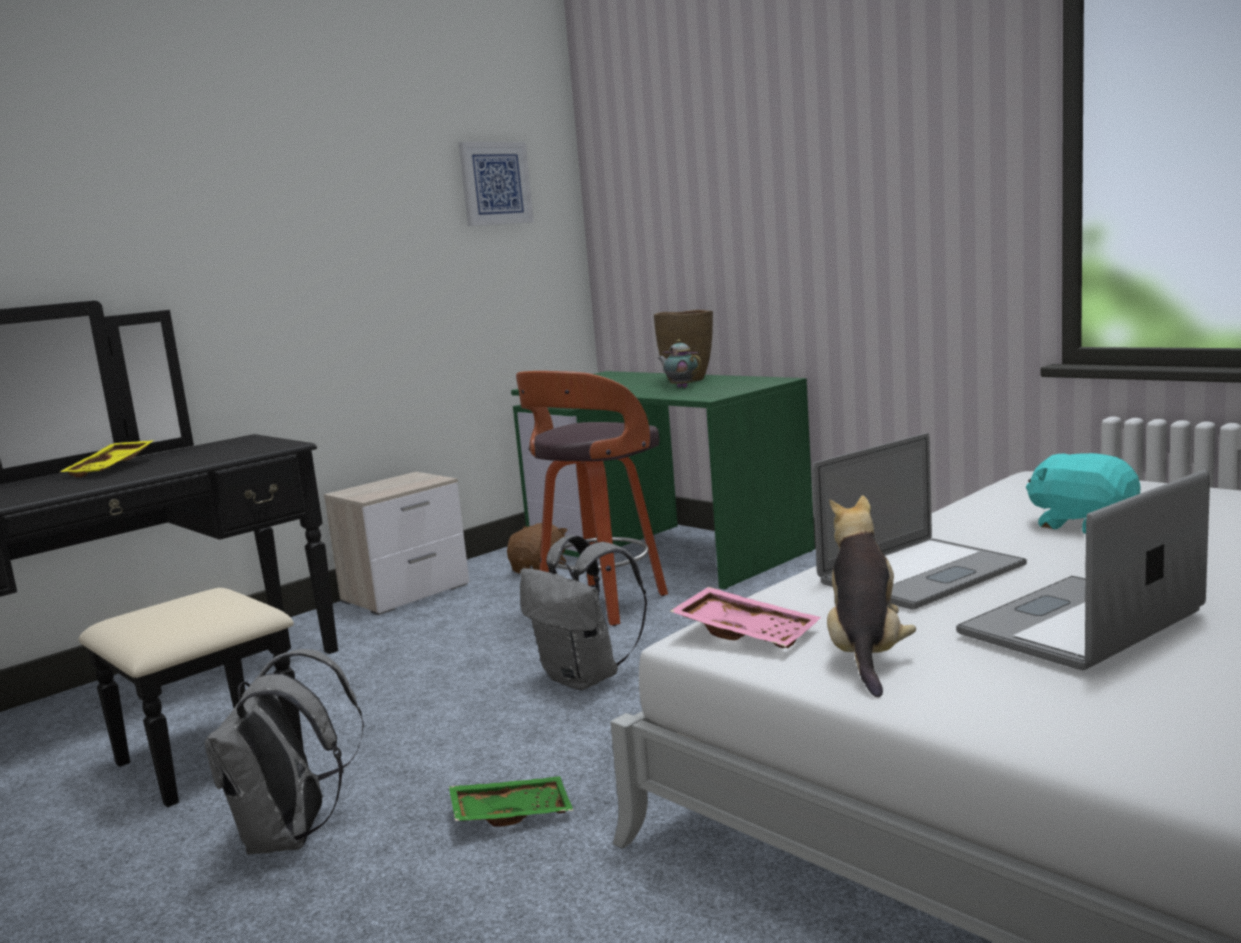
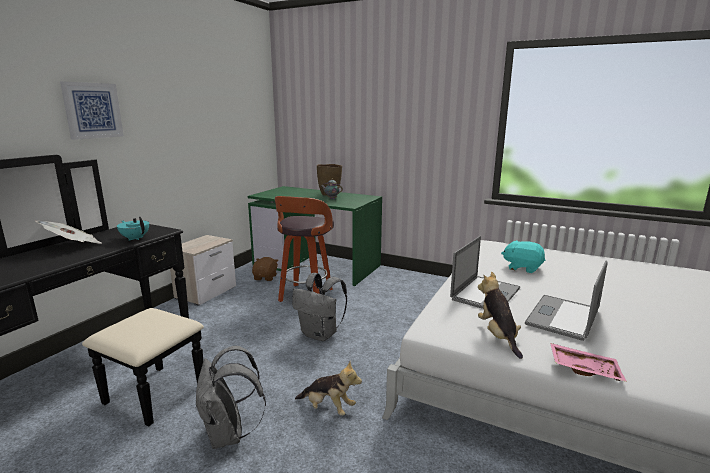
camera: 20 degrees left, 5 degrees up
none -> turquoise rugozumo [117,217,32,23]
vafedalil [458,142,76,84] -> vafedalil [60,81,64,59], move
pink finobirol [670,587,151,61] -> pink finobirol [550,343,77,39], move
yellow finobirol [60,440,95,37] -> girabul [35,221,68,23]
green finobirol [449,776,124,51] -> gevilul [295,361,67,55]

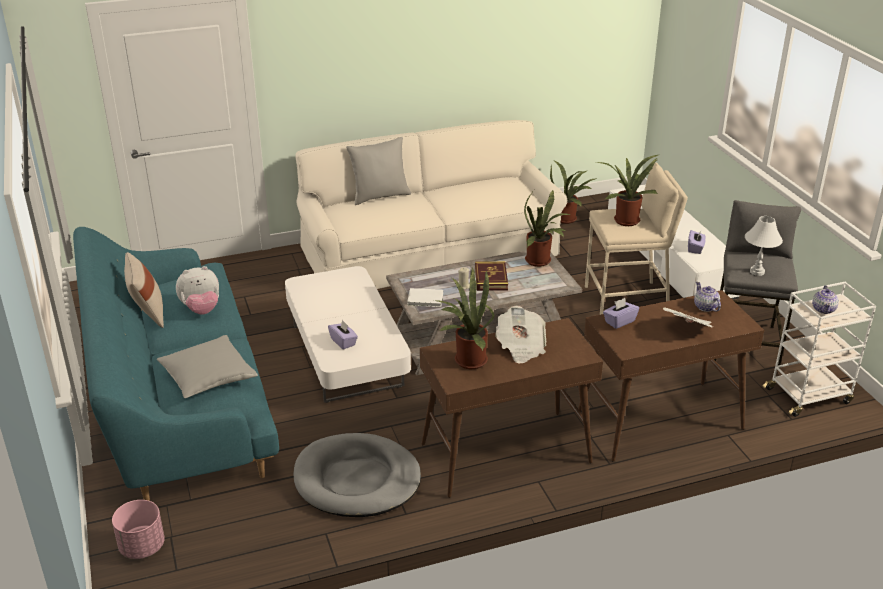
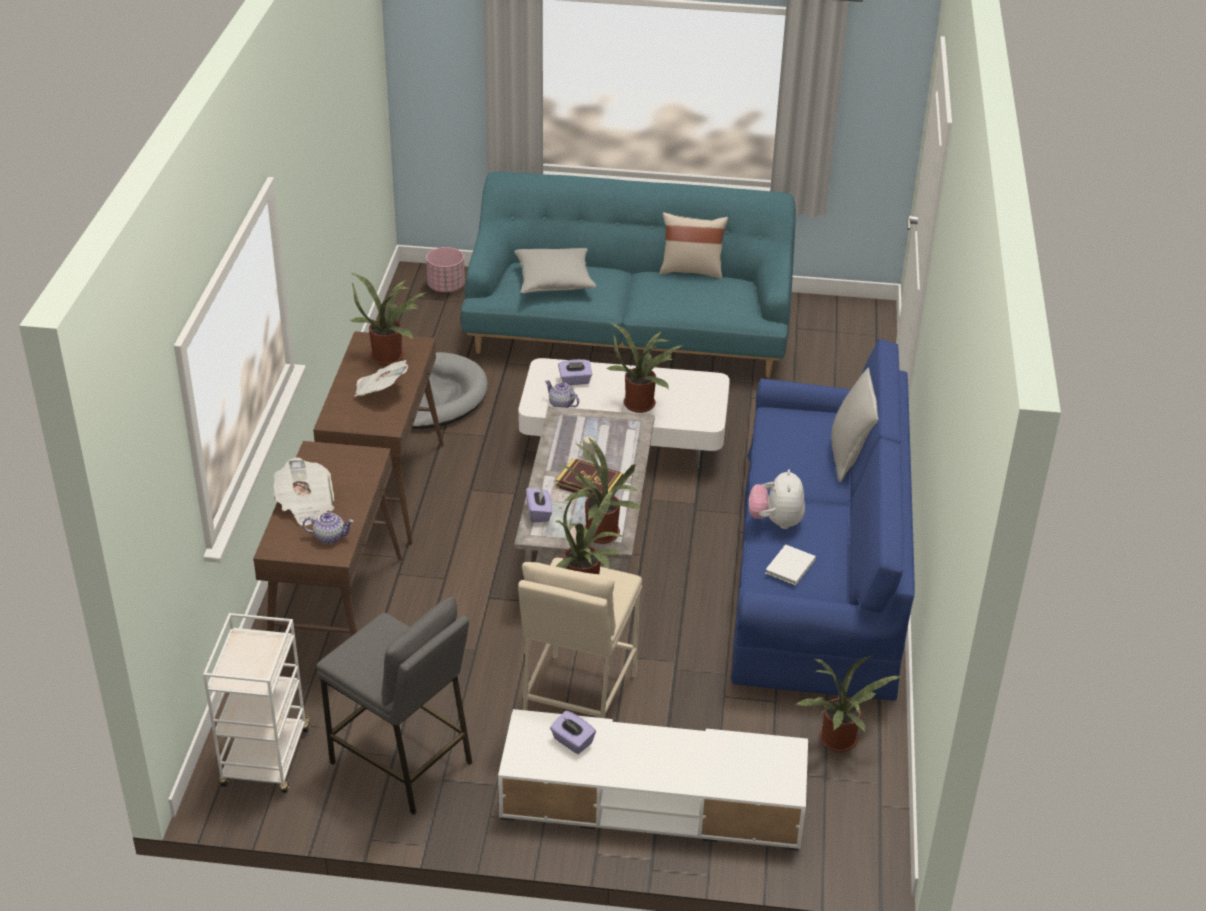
camera: 115 degrees right, 5 degrees up
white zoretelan [745,216,38,60] -> none
none -> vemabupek [606,323,77,90]
gevilul [176,266,43,49] -> gevilul [749,469,56,60], move
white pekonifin [407,288,36,19] -> white pekonifin [765,544,51,42], move
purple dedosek [603,298,36,31] -> purple dedosek [526,486,26,37], move
rugozumo [812,285,27,29] -> rugozumo [545,380,34,28], move
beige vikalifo [295,120,272,169] -> blue vikalifo [731,339,184,361]

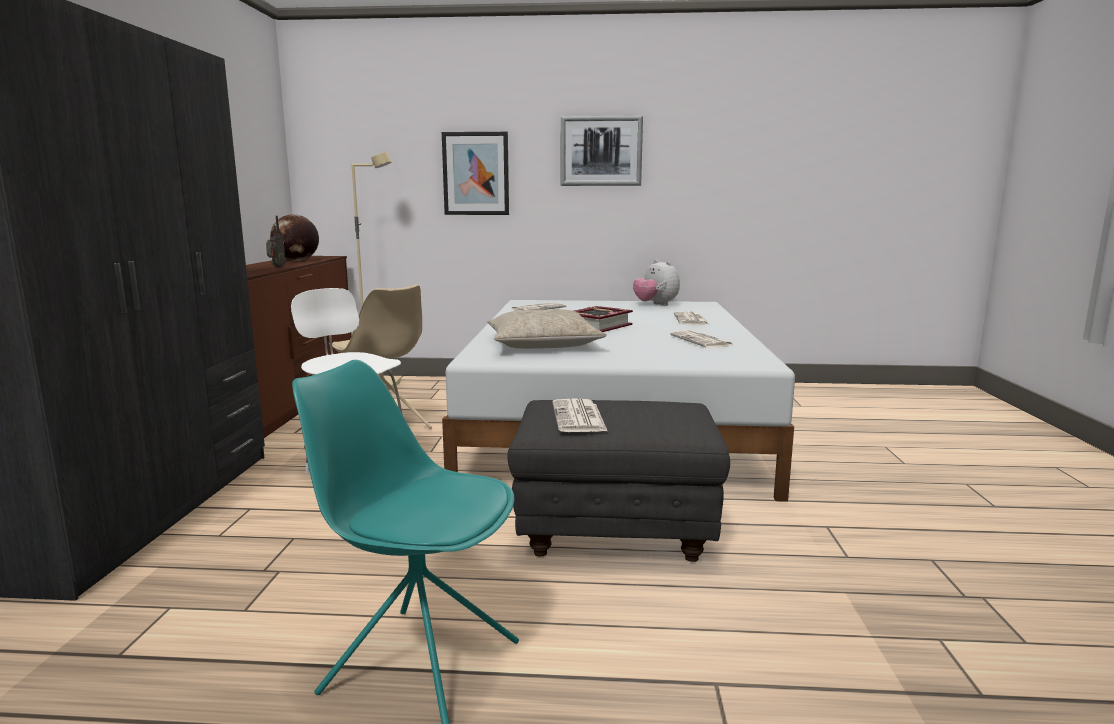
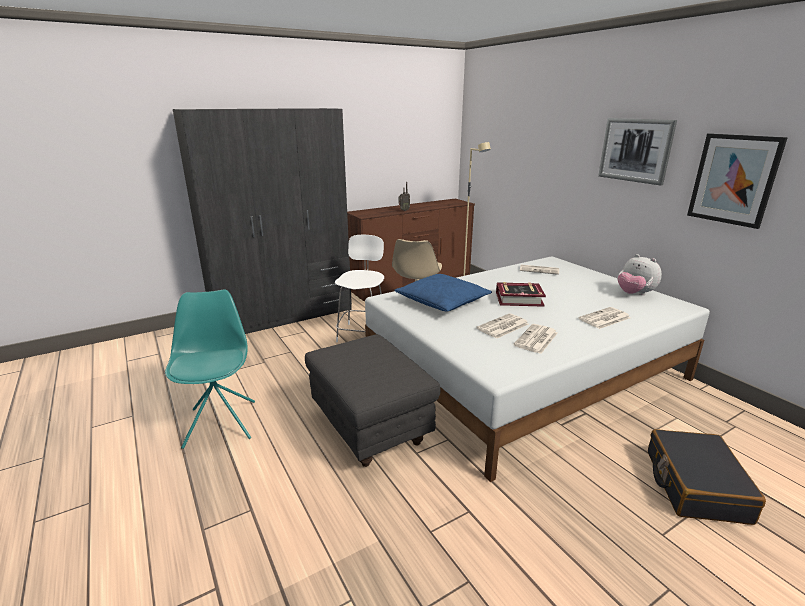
camera: 55 degrees right, 10 degrees up
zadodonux [270,214,49,47] -> none
none -> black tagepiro [648,429,118,96]
vafedalil [442,132,67,83] -> vafedalil [687,133,101,96], move
girabul [552,399,55,33] -> girabul [476,313,53,25], move
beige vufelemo [487,309,120,40] -> blue vufelemo [394,274,98,38]
gevilul [633,260,47,46] -> gevilul [618,254,44,41], 60 degrees counterclockwise

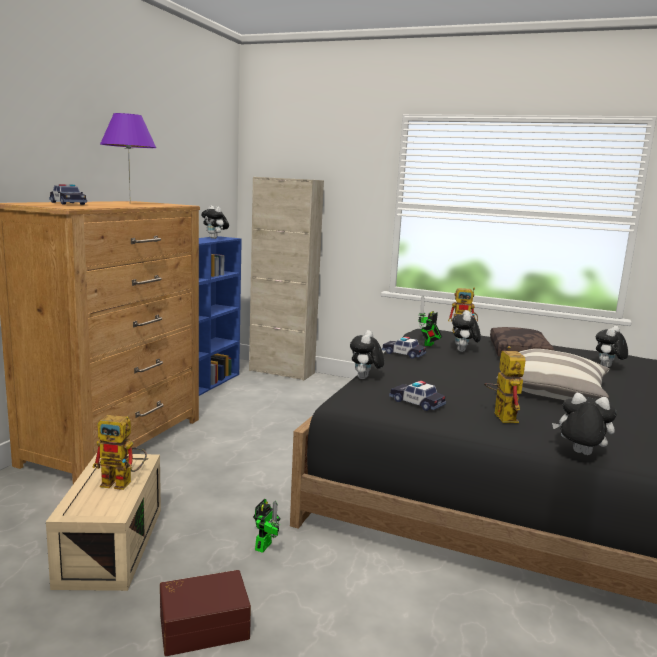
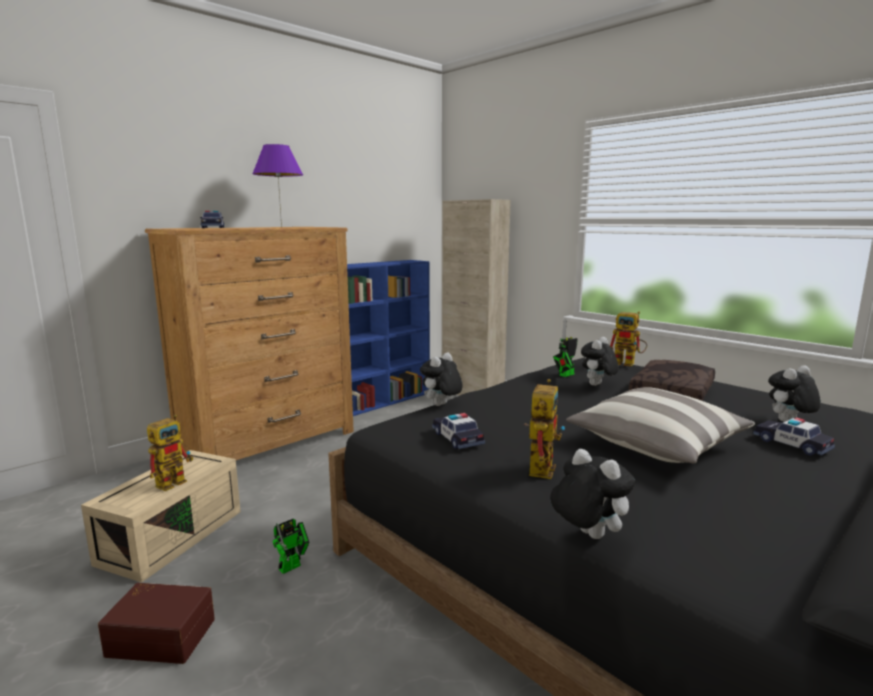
camera: 25 degrees right, 0 degrees up
gevilul [201,206,28,33] -> none
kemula [382,337,44,22] -> kemula [753,418,82,38], move
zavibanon [92,415,55,75] -> zavibanon [147,414,46,77], 90 degrees counterclockwise

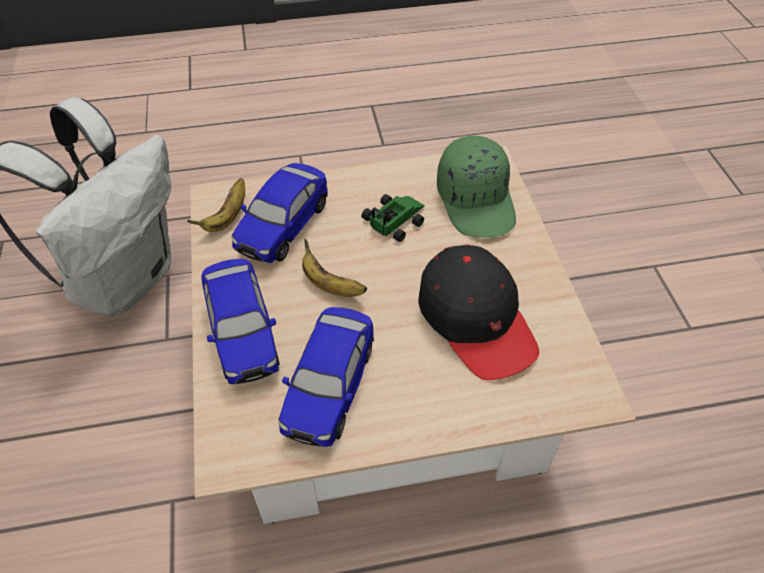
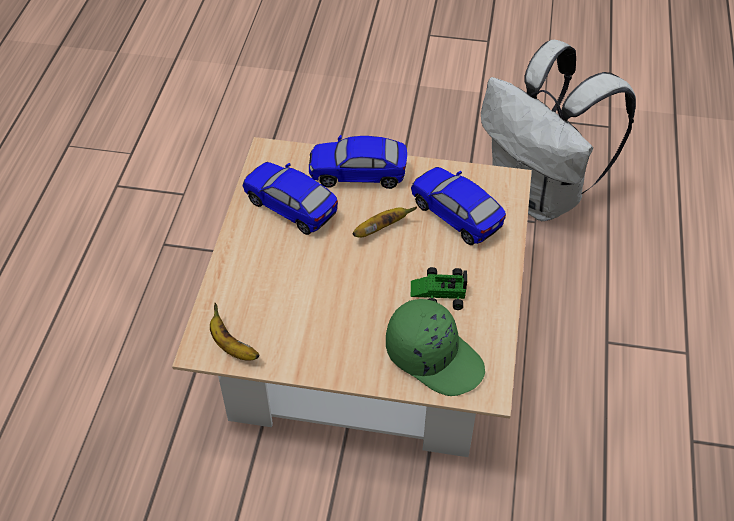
camera: 110 degrees right, 0 degrees up
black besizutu [418,244,121,136] -> none
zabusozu [187,178,58,54] -> zabusozu [210,303,50,58], move
kemula [361,194,64,48] -> kemula [411,267,56,43], 120 degrees clockwise
green besizutu [437,136,79,102] -> green besizutu [386,299,99,97], 150 degrees counterclockwise

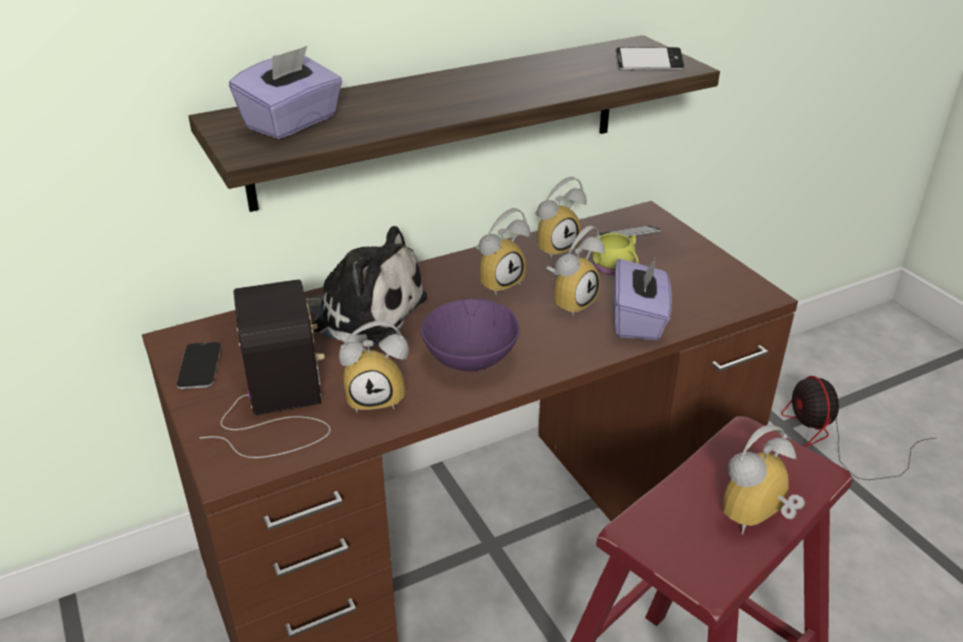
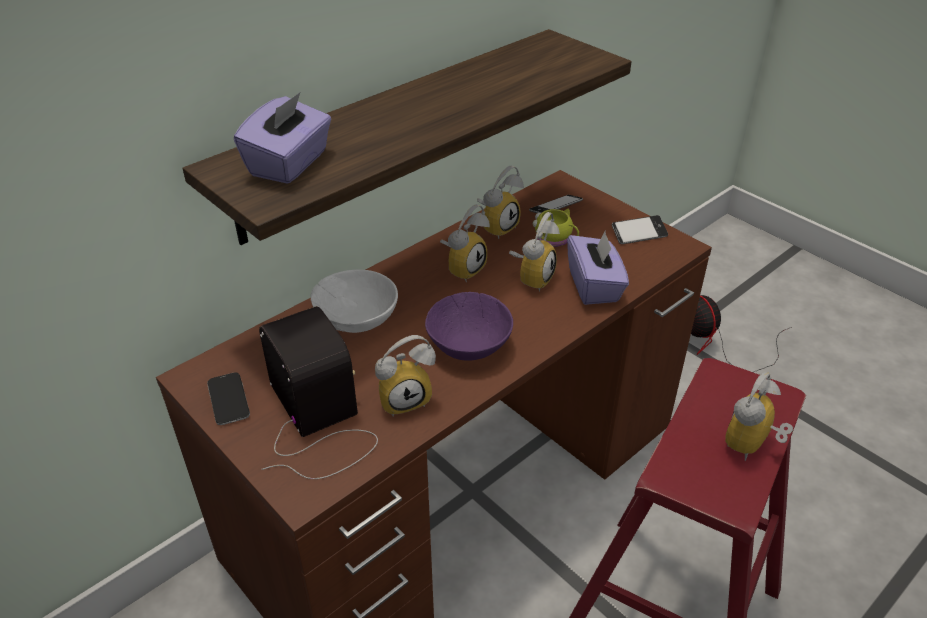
camera: 15 degrees left, 5 degrees up
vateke [616,47,68,24] -> vateke [612,215,56,29], move
gevilul [305,226,122,120] -> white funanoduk [311,270,87,63]

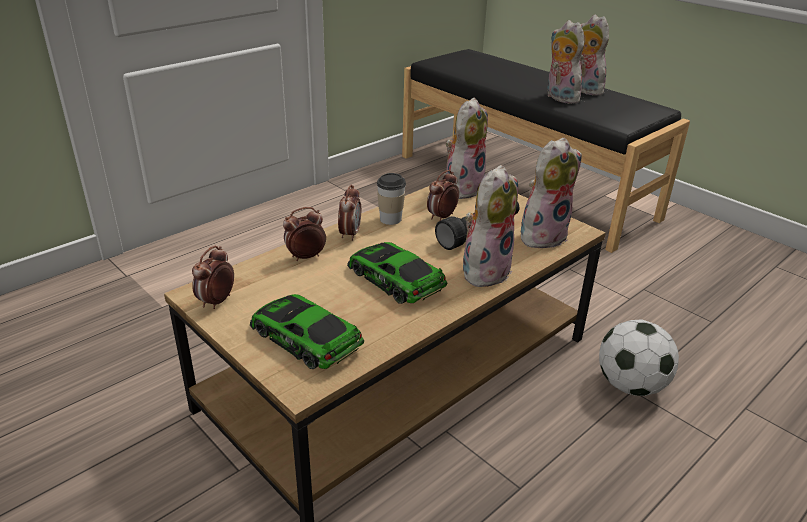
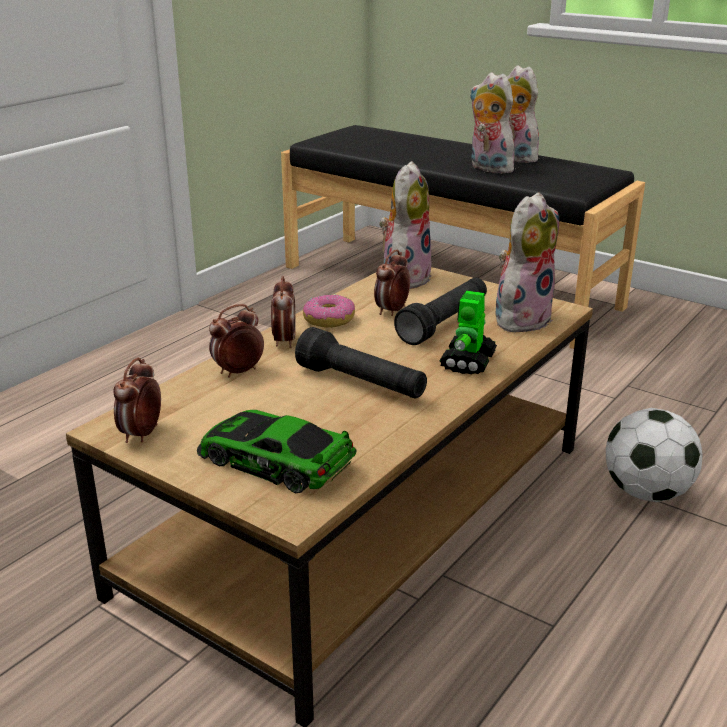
camera: 10 degrees left, 5 degrees down
kemula [347,242,100,62] -> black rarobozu [295,327,132,72]
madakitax [377,173,29,52] -> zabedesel [303,294,52,34]
gevilul [463,165,55,122] -> zavibanon [439,291,58,83]

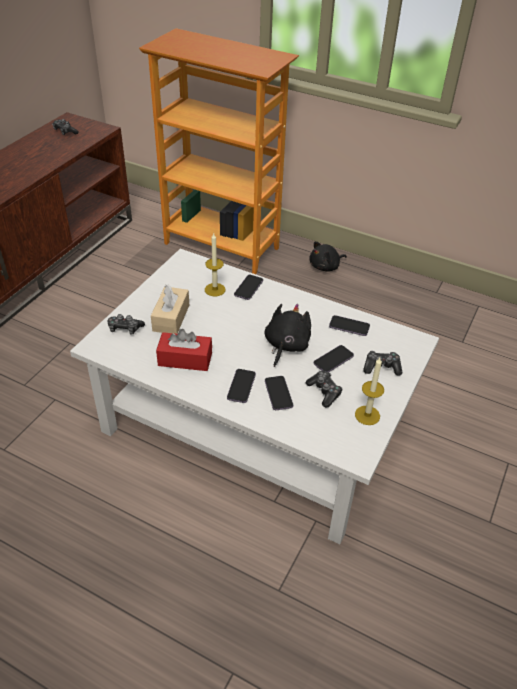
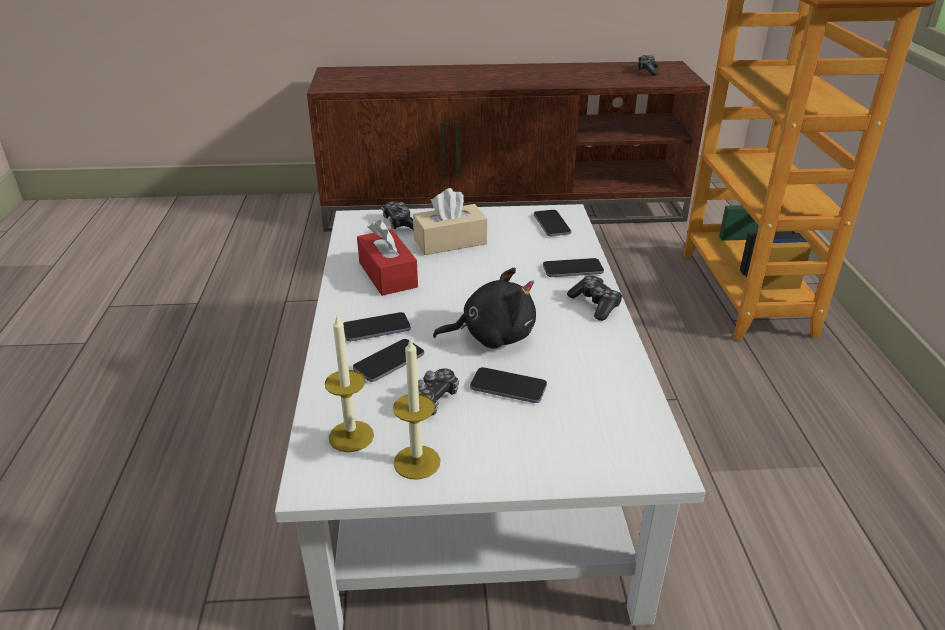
camera: 60 degrees right, 10 degrees down
black gevilul [309,241,38,31] -> none
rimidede [205,233,20,63] -> rimidede [325,316,49,136], move
vateke [329,315,41,21] -> vateke [534,210,37,26], move
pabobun [363,351,39,25] -> pabobun [567,275,56,46], move

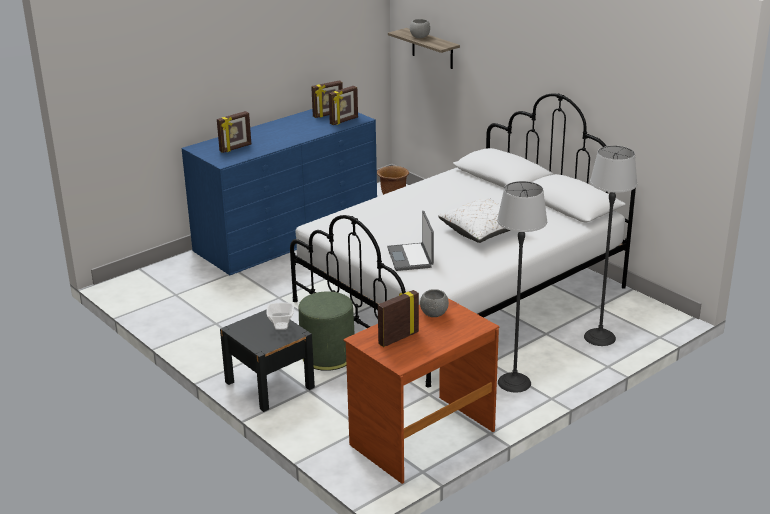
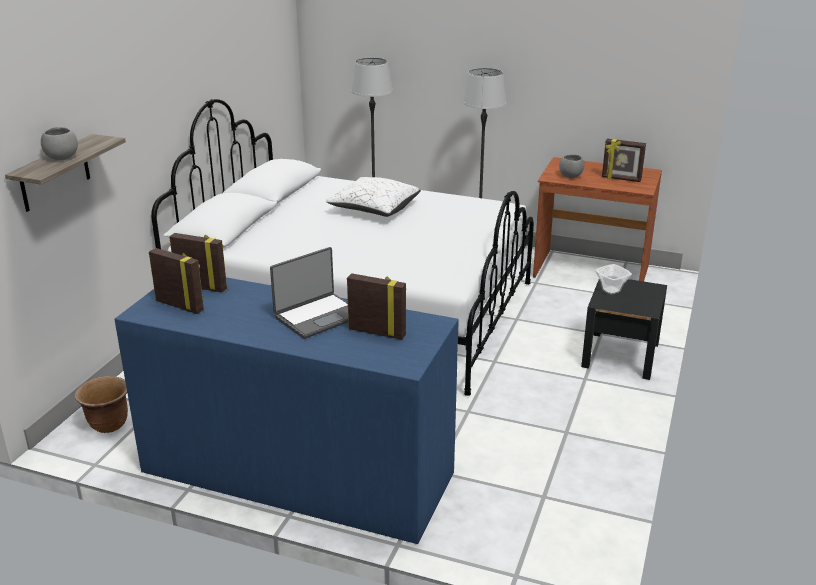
camera: 120 degrees left, 0 degrees up
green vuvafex [299,291,55,80] -> none
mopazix [387,211,47,60] -> mopazix [270,247,78,92], move

